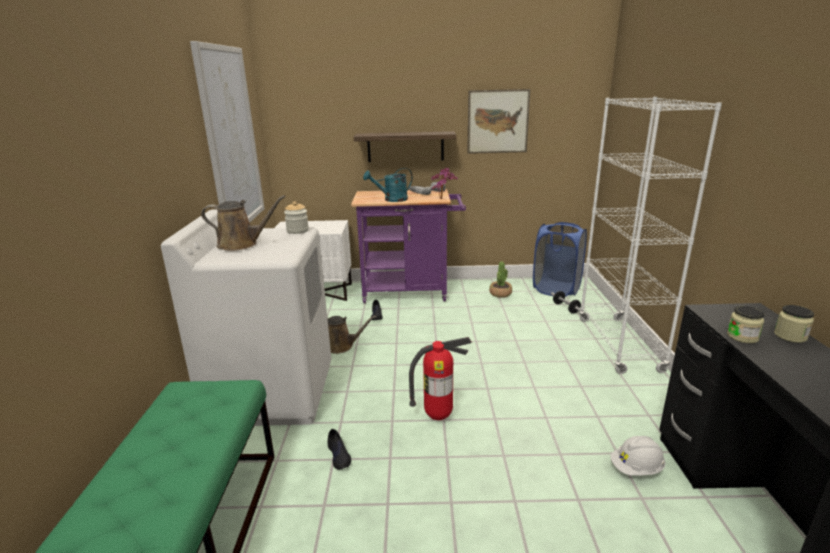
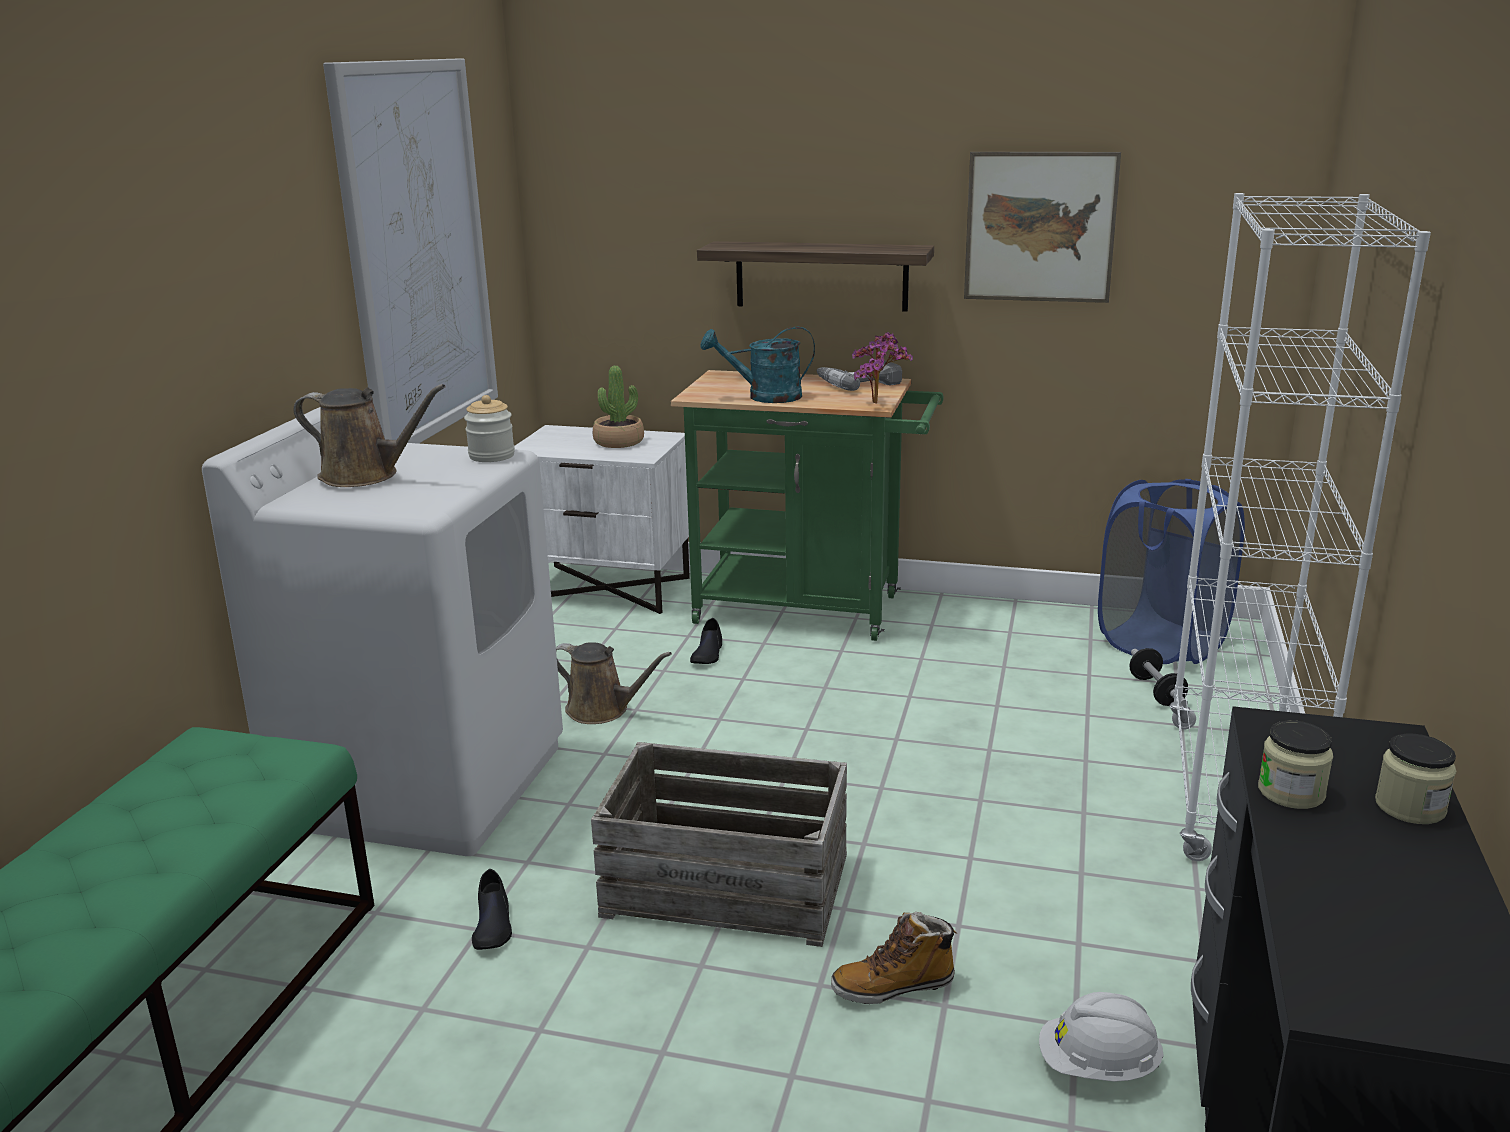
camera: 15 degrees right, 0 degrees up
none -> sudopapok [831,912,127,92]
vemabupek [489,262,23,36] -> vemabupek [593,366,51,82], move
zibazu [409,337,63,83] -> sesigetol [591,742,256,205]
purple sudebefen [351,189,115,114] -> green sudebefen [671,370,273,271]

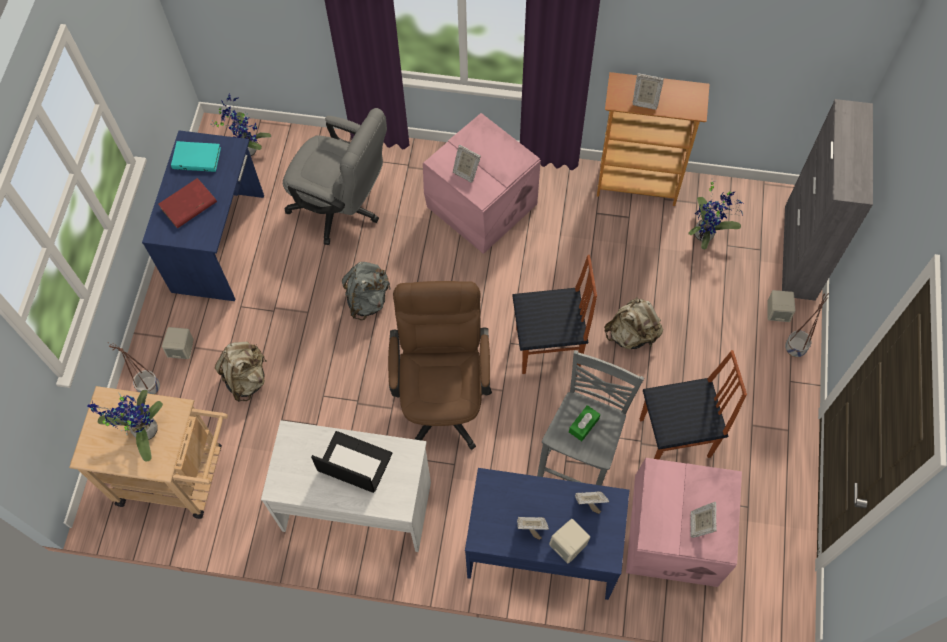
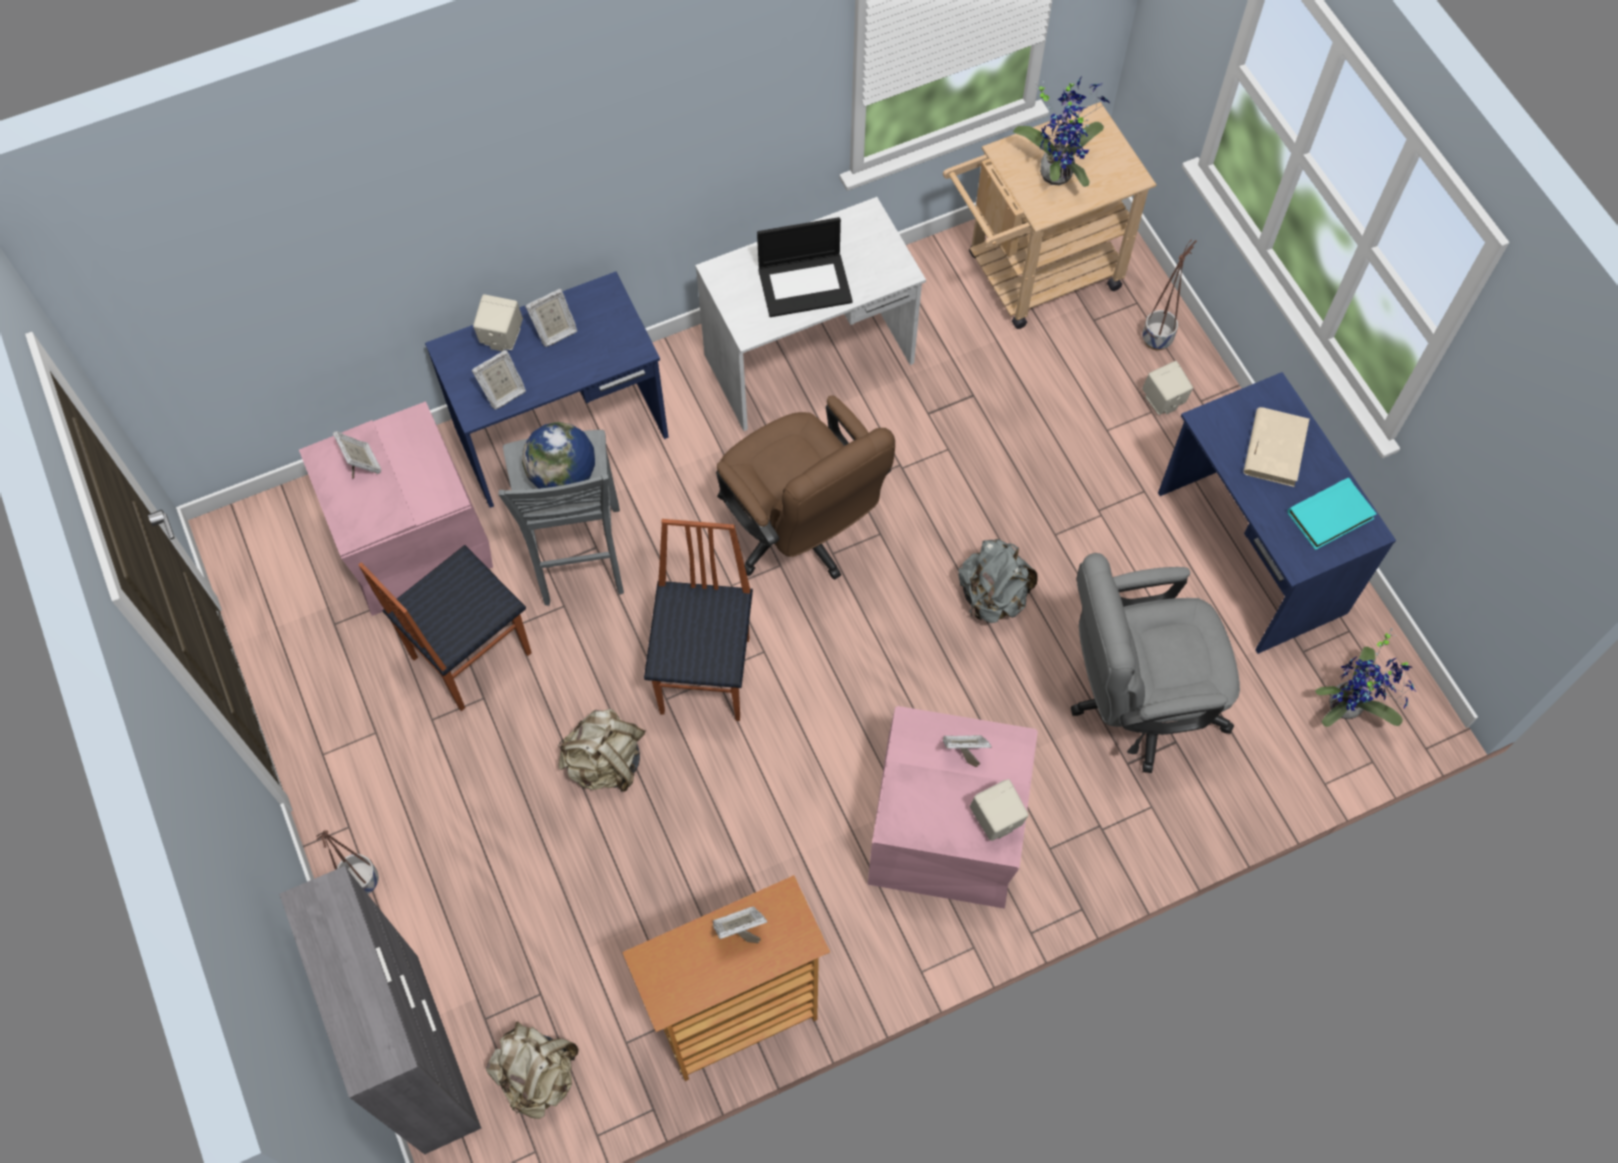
camera: 145 degrees right, 0 degrees up
vemabupek [688,181,57,69] -> none
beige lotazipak [215,342,51,60] -> beige lotazipak [486,1022,93,97], move
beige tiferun [767,290,28,32] -> beige tiferun [970,779,58,62], move
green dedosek [569,405,31,36] -> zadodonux [522,422,73,67]
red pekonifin [158,178,59,50] -> beige pekonifin [1243,407,67,80]
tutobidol [512,255,85,119] -> tutobidol [644,519,109,202], 135 degrees clockwise

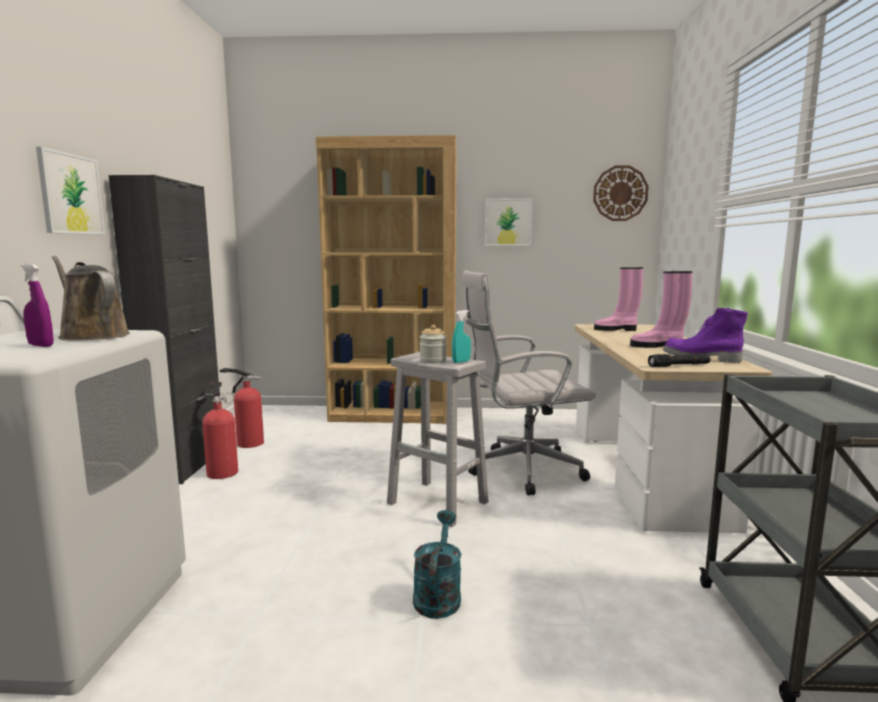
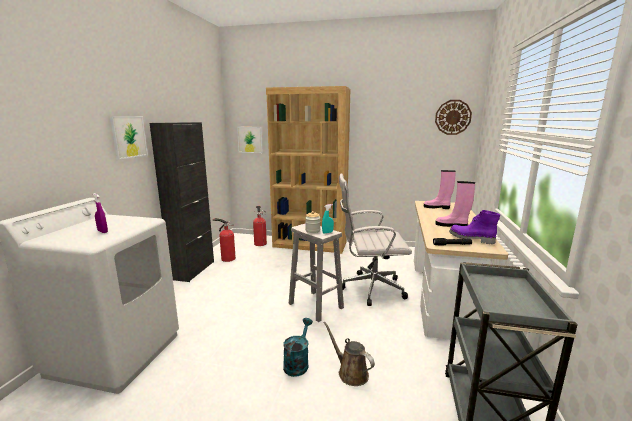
camera: 10 degrees right, 5 degrees up
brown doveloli [52,256,78,84] -> brown doveloli [324,322,51,64], move
zibazu [202,382,36,97] -> zibazu [253,206,14,40], move
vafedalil [485,198,47,48] -> vafedalil [237,127,26,26], move

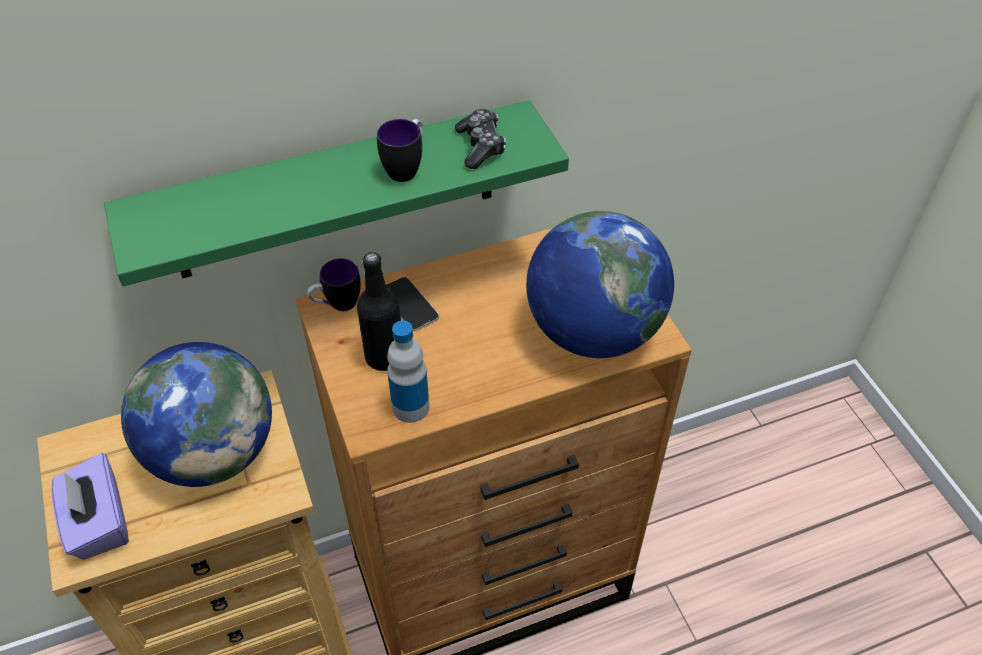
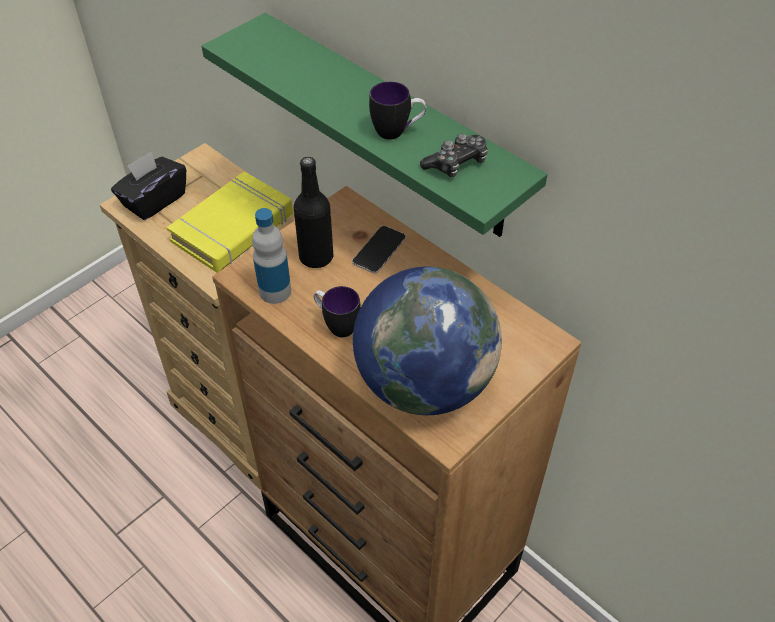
camera: 65 degrees right, 0 degrees up
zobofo [307,258,54,53] -> zobofo [314,286,47,51], move
zadodonux [121,342,151,145] -> yellow pekonifin [166,171,127,102]
purple dedosek [51,453,78,106] -> black dedosek [111,151,75,69]

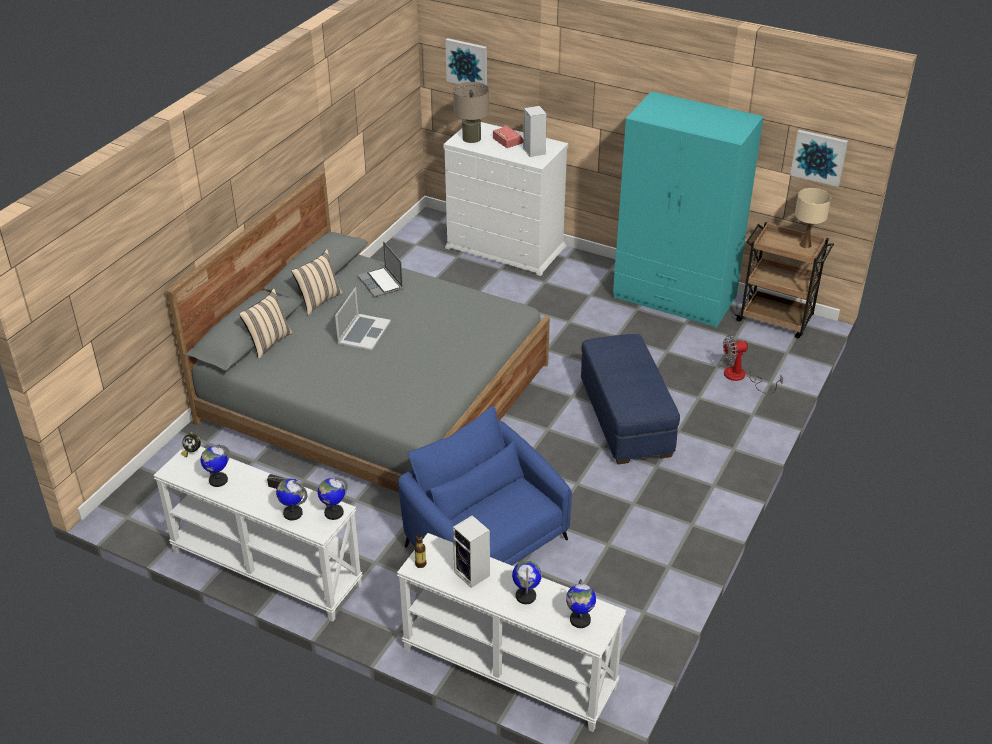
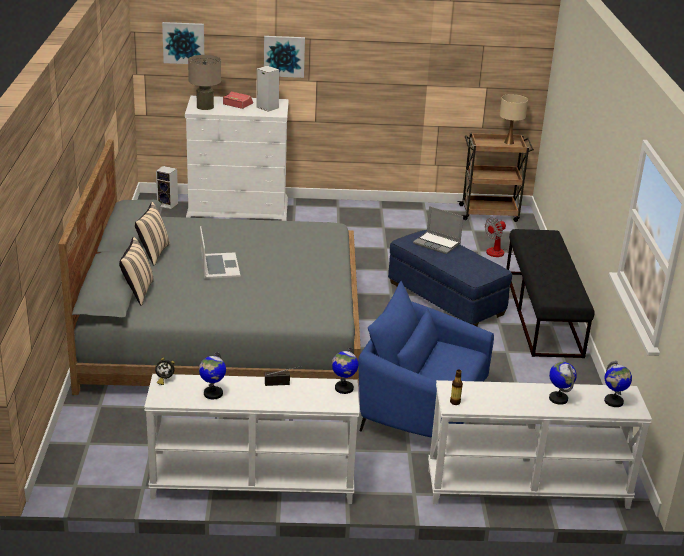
camera: 30 degrees left, 10 degrees down
zadodonux [276,479,31,41] -> none
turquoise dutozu [613,91,151,237] -> none
none -> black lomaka [506,229,89,129]
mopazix [357,241,46,56] -> mopazix [413,206,50,48], move
tiferun [453,515,37,73] -> tiferun [156,166,22,43], move
vafedalil [790,130,58,57] -> vafedalil [264,36,41,42], move

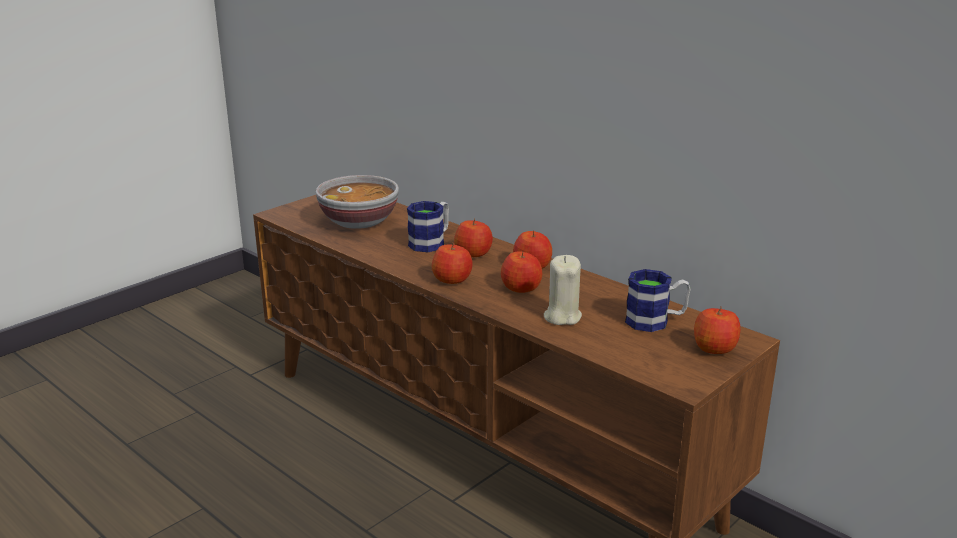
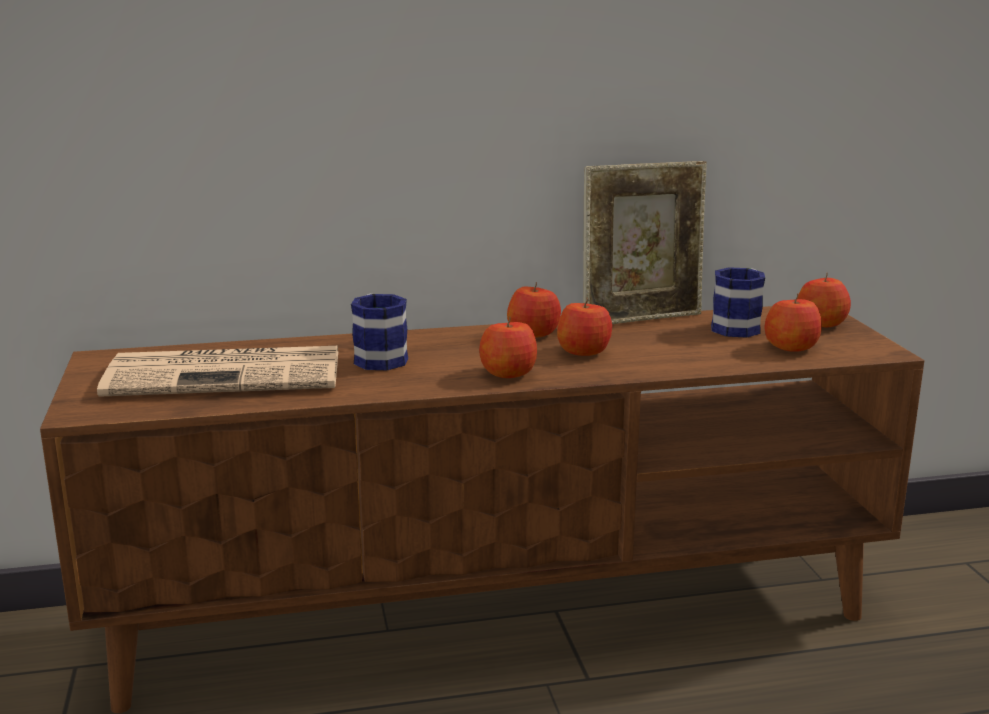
camera: 55 degrees left, 5 degrees down
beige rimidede [544,255,38,70] -> none
none -> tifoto [583,161,124,163]
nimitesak [454,218,39,39] -> nimitesak [764,293,58,59], move
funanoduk [316,175,83,54] -> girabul [97,346,241,51]

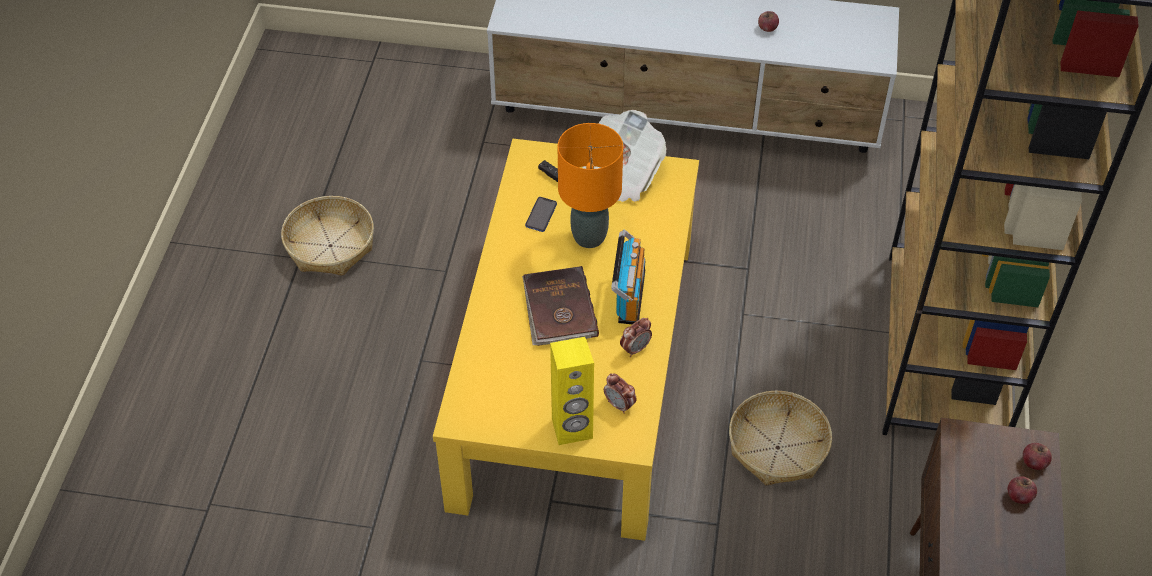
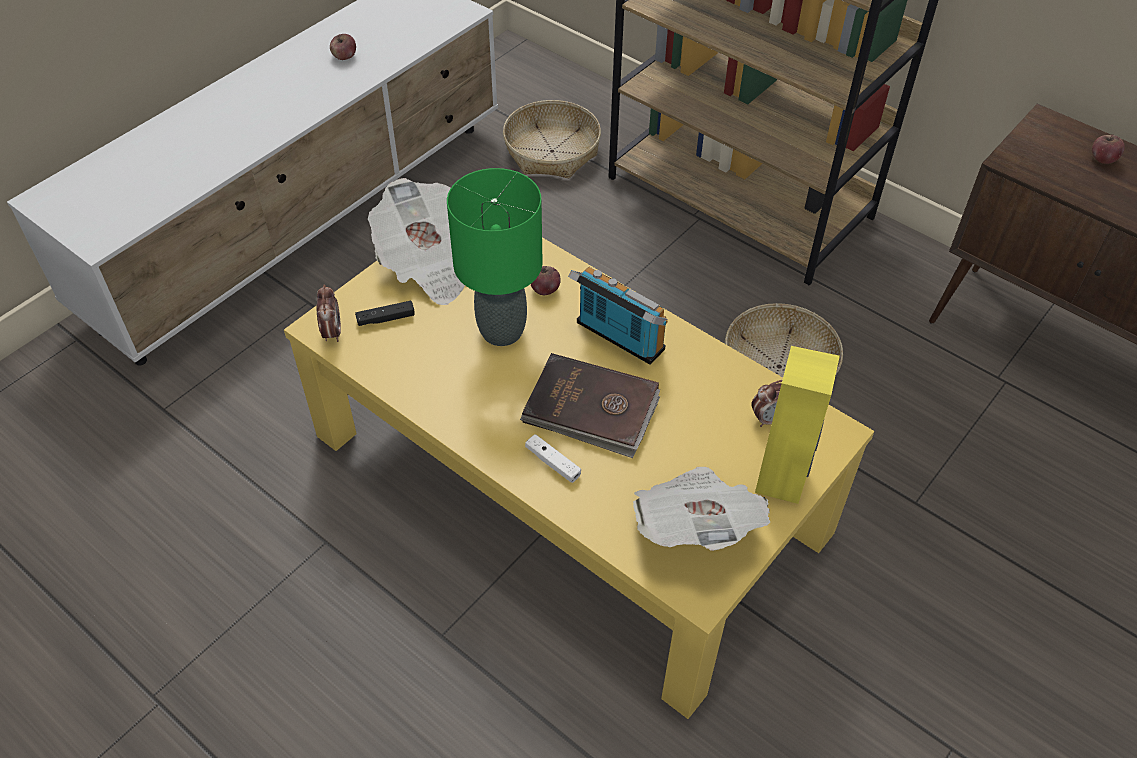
camera: 60 degrees left, 0 degrees up
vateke [525,197,32,35] -> none
none -> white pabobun [525,434,56,49]
none -> girabul [633,467,137,84]
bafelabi [281,196,93,80] -> bafelabi [503,100,98,78], move
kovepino [620,318,32,39] -> kovepino [316,284,25,58], move
nimitesak [1023,443,29,27] -> nimitesak [531,266,30,29], move
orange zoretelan [558,123,65,125] -> green zoretelan [447,168,96,178]

